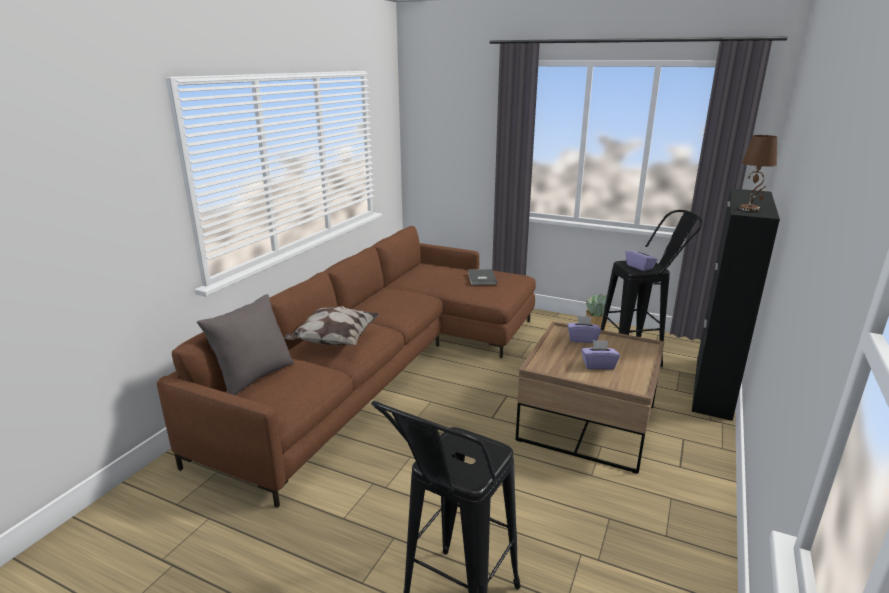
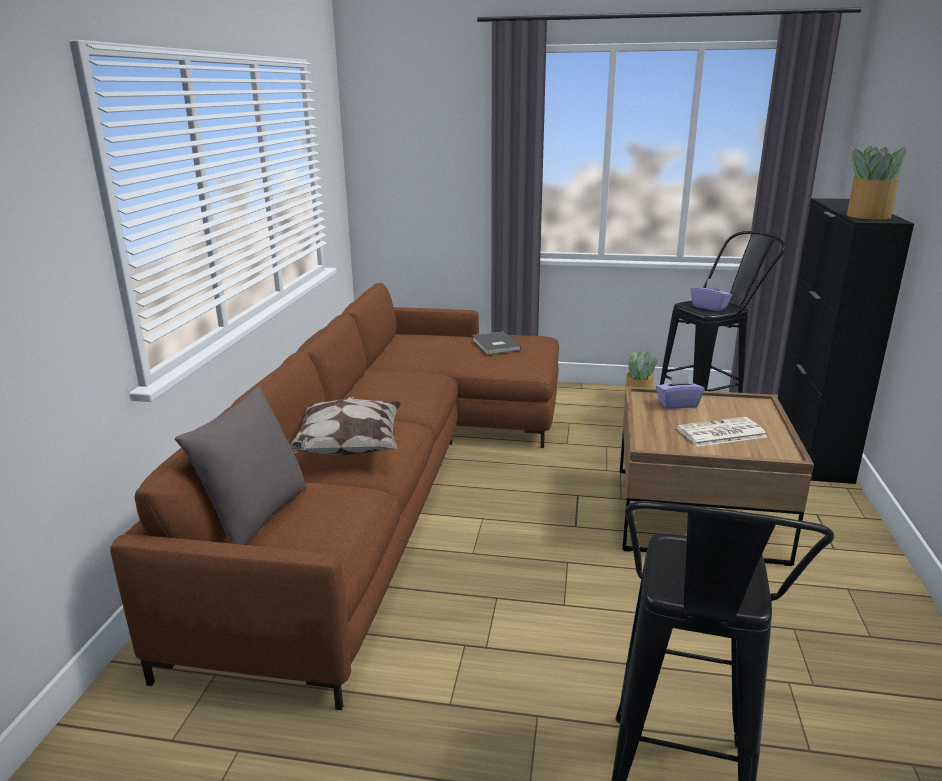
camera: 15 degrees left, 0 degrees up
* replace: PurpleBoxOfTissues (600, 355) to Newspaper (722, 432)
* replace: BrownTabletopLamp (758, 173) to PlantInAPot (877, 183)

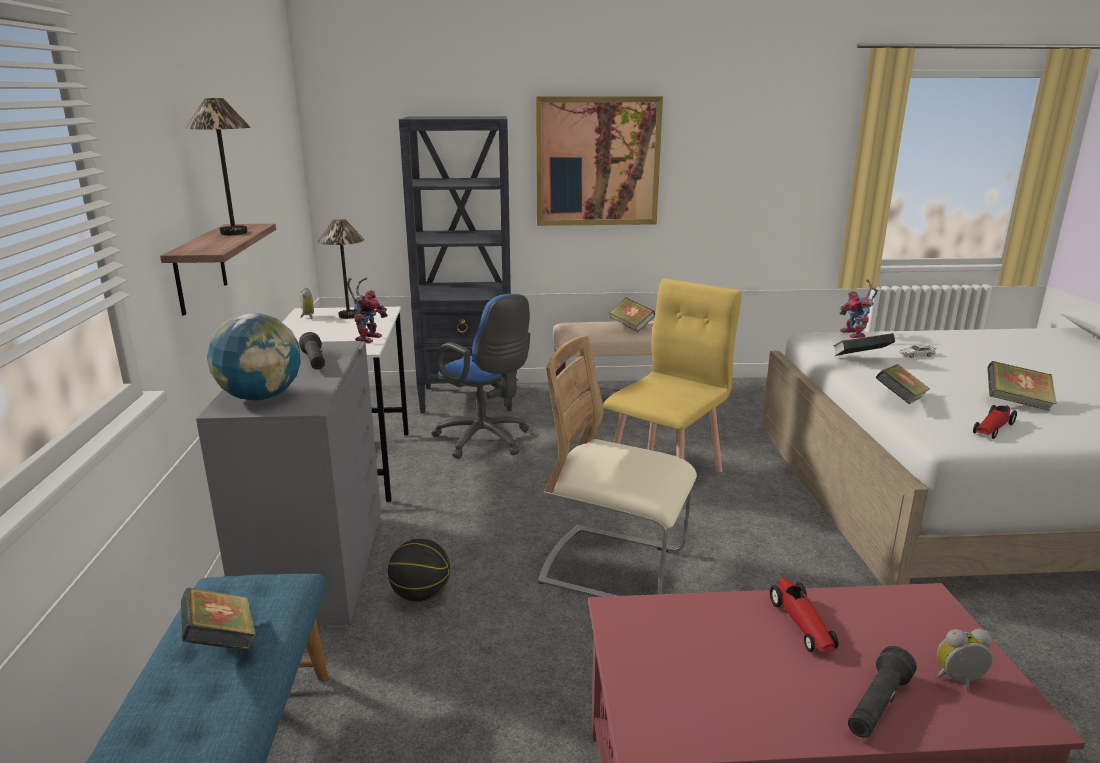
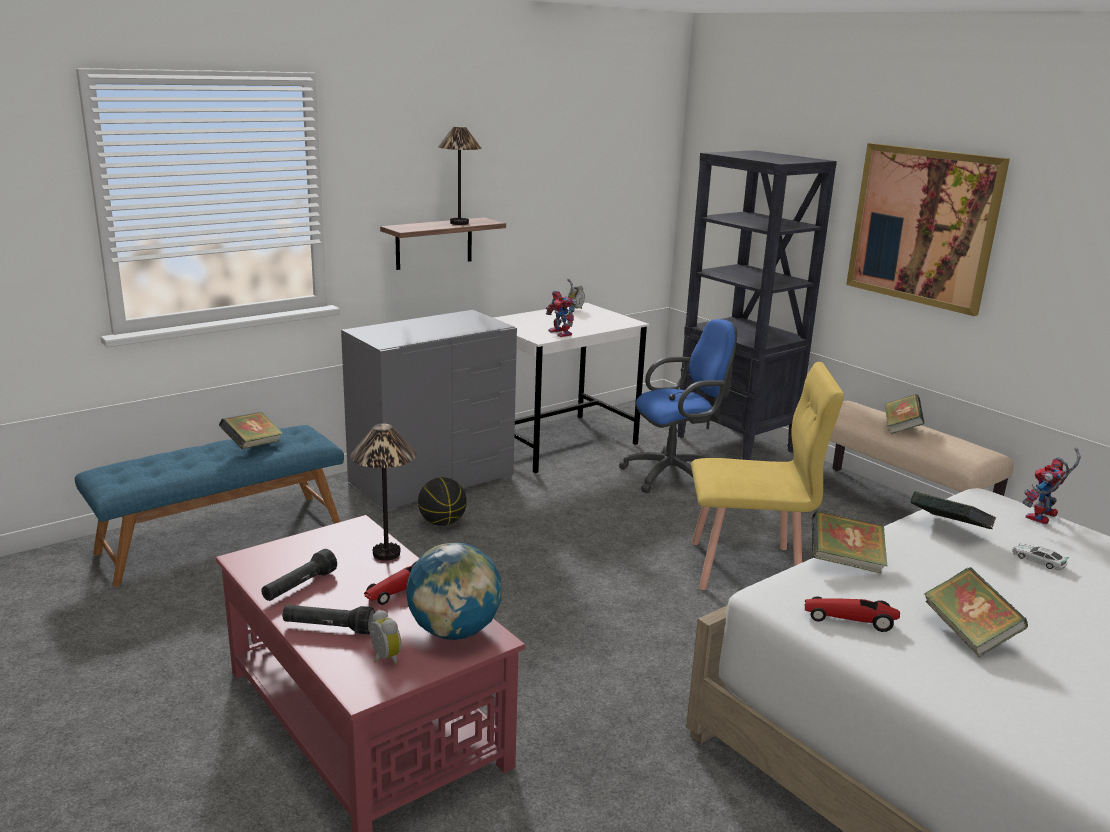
camera: 55 degrees right, 0 degrees up
* move: WorldGlobe (254, 356) to (453, 591)
* move: BlackColouredTorch (312, 351) to (299, 575)
* move: TabletopLamp (341, 269) to (383, 492)
* rotate: ToyRobot (367, 311) = (562, 308) 75 degrees clockwise
* rotate: BluishOfficeChair (481, 376) = (678, 406) 120 degrees counterclockwise
* delete: BeigeChair (617, 466)

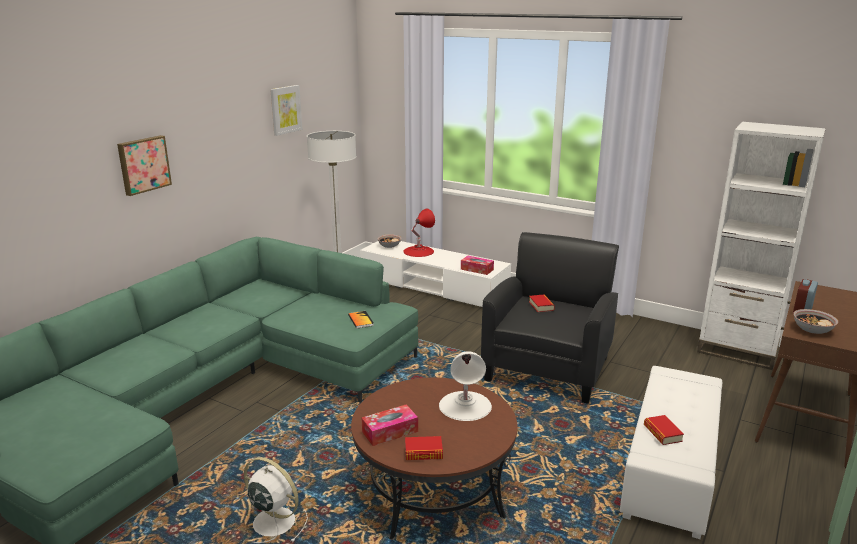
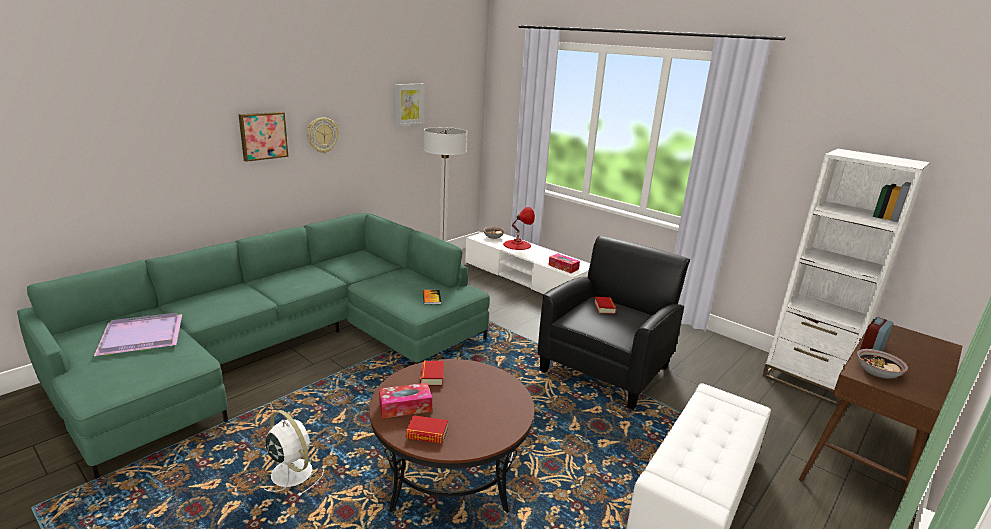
camera: 10 degrees right, 0 degrees up
* delete: WhiteColouredTabletopLamp (465, 386)
* move: BoundBook (664, 430) to (432, 373)
* insert: PurpleCarryingTray (138, 334)
* insert: ClockOnTheWall (323, 135)

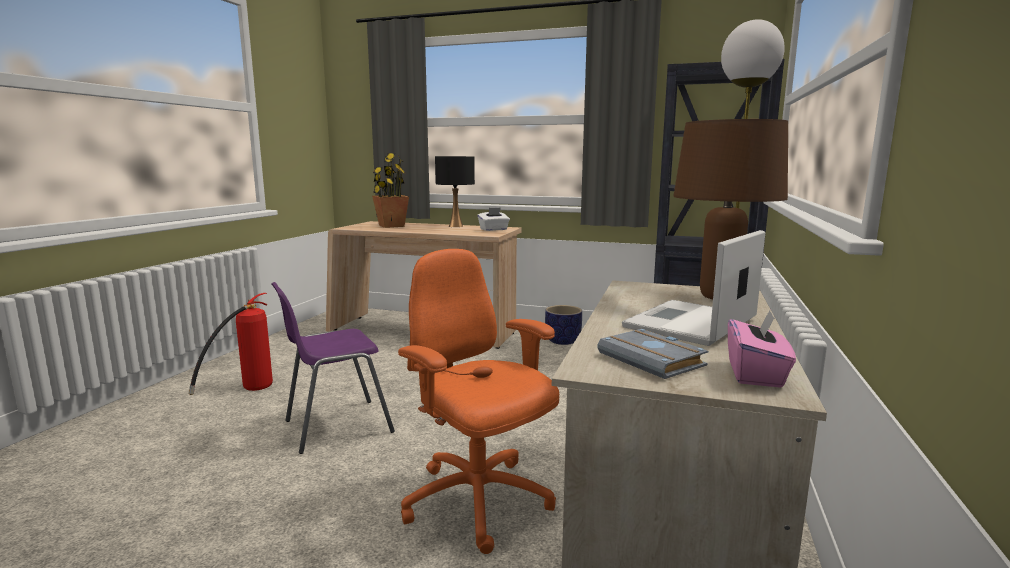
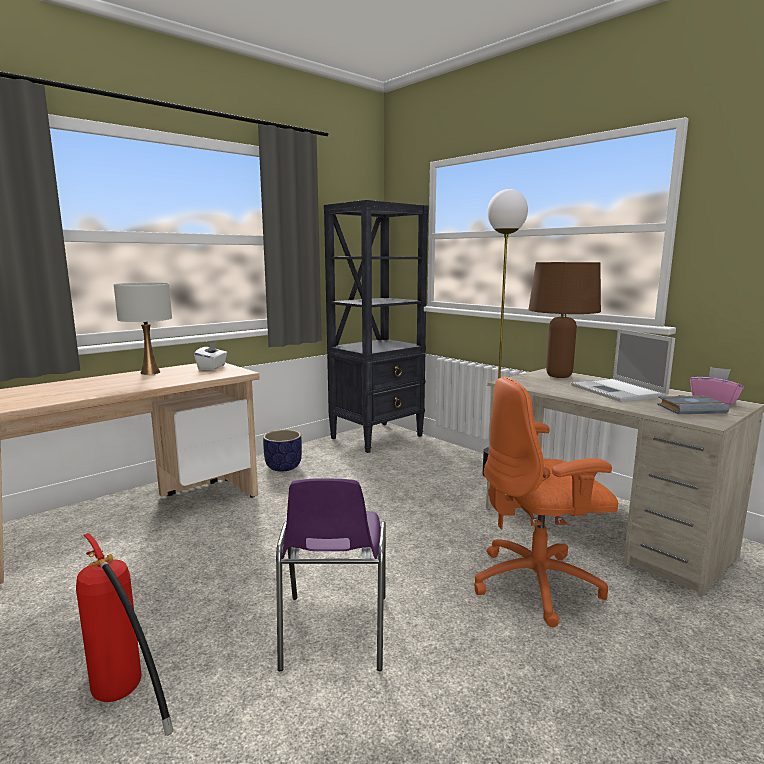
camera: 60 degrees left, 0 degrees up
* delete: PlantInAPot (390, 190)
* recolor: BlackColouredTabletopLamp (455, 191) to WhiteColouredTabletopLamp (143, 329)

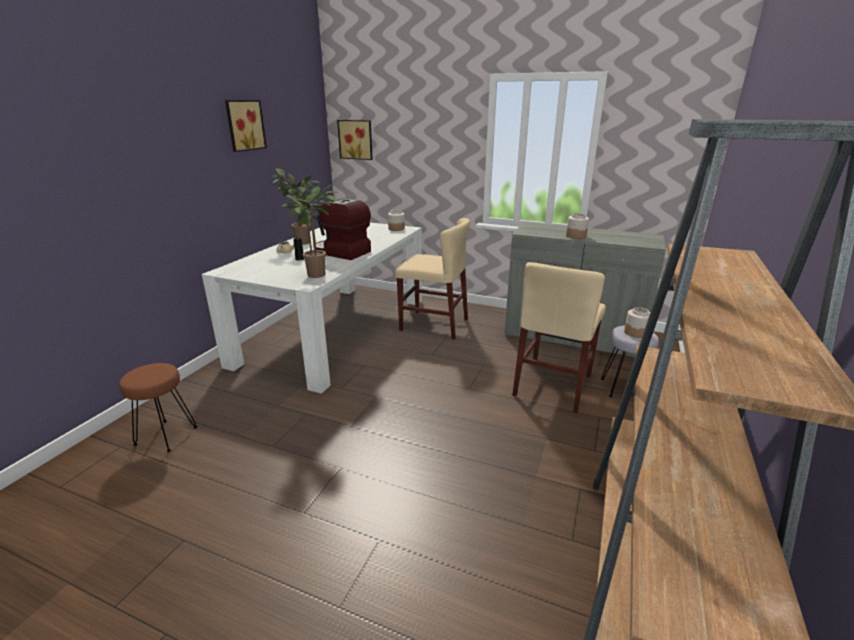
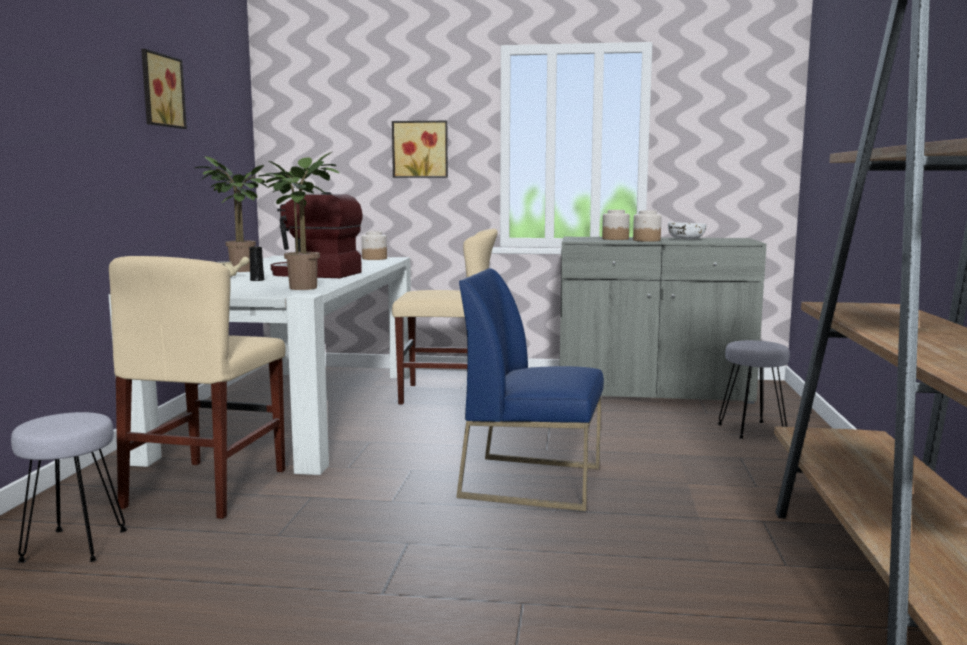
camera: 15 degrees left, 15 degrees down
* recolor: BrownStool (158, 407) to GreyStool (69, 487)
* move: WallArt (355, 140) to (420, 149)
* move: BeigeChair (559, 337) to (197, 387)
* move: Jar (637, 322) to (616, 225)
* insert: BluishChair (530, 389)
* insert: WhiteColouredDeepDish (687, 231)

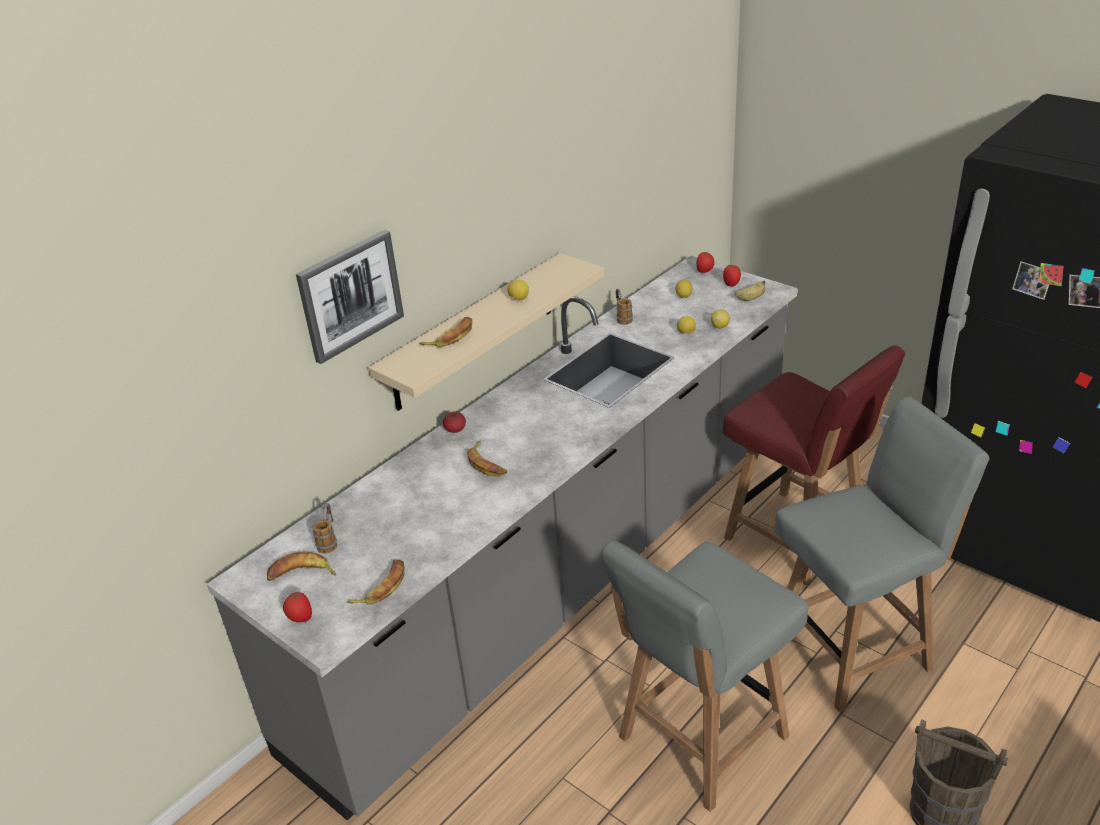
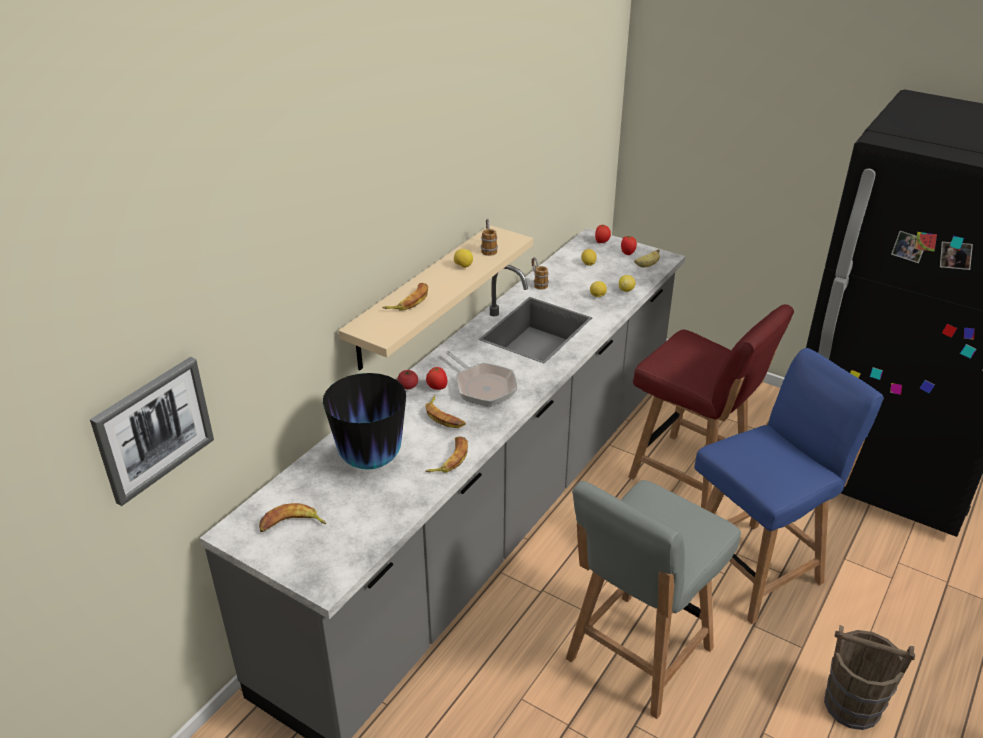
camera: 10 degrees left, 0 degrees up
* move: Tomato (297, 607) to (436, 378)
* move: WallArt (350, 297) to (152, 431)
* move: Mug (325, 528) to (489, 237)
* move: WholeBanana (375, 581) to (446, 455)
* recolor: GreyChair (882, 554) to BluishChair (789, 486)
* insert: Vase (364, 421)
* insert: Skillet (481, 379)

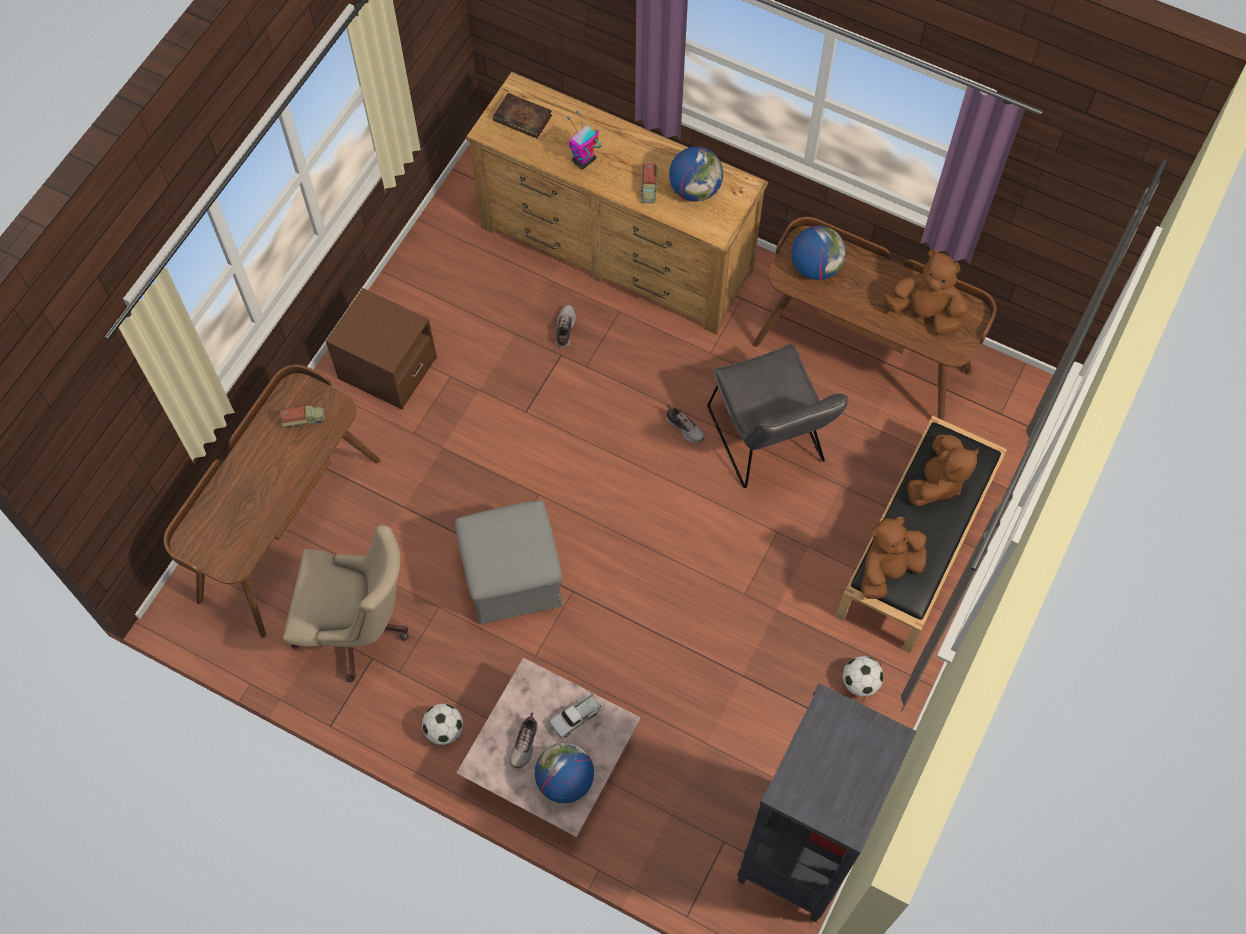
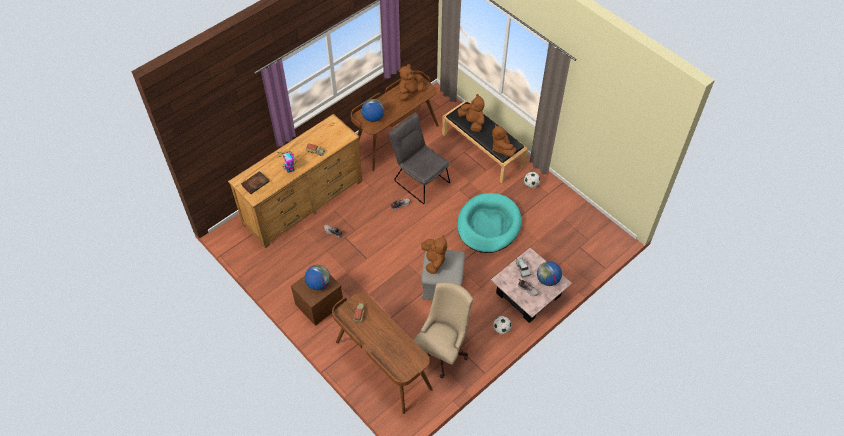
camera: 70 degrees left, 10 degrees down
* move: WorldGlobe (696, 174) to (317, 277)
* rotate: GreyChair (778, 416) = (419, 158) 135 degrees counterclockwise
* delete: BlackColouredBookcase (827, 802)
* insert: BrownPlushToy (434, 254)
* insert: TurquoiseDogBed (489, 223)

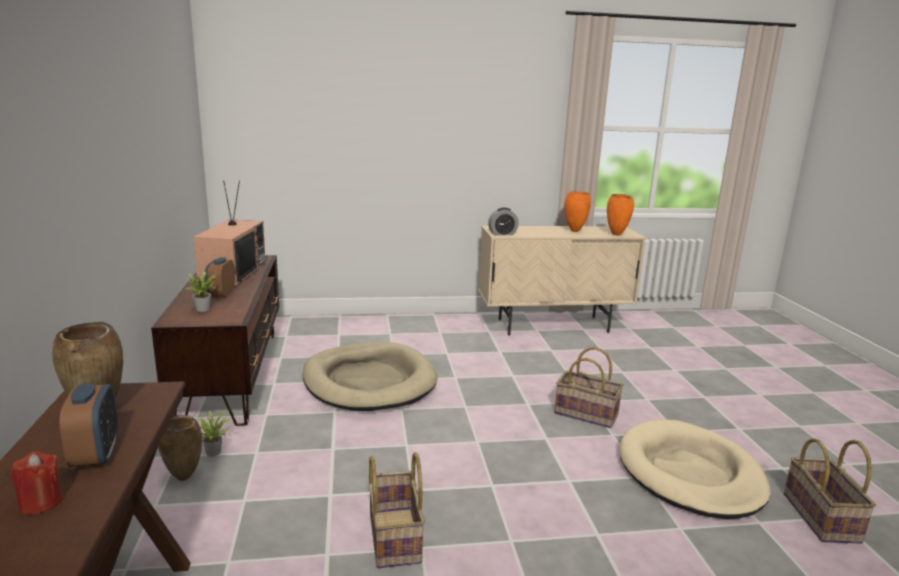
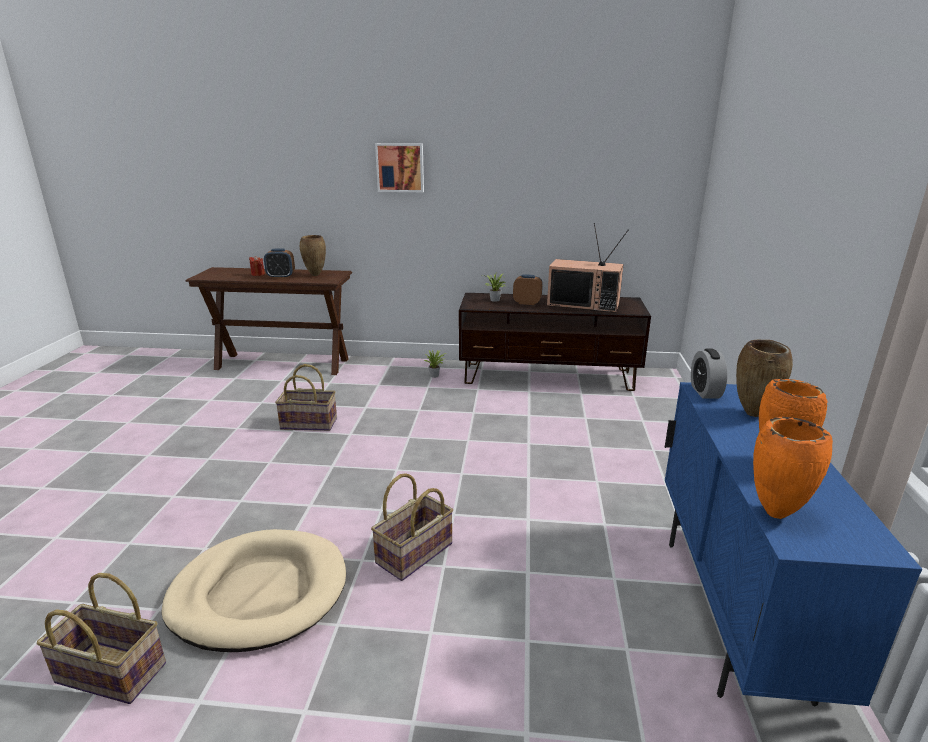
camera: 105 degrees right, 5 degrees up
* move: BrownVase (180, 448) to (764, 378)
* delete: BeigeDogBed (369, 376)
* recolor: BeigeStorageCabinet (562, 281) to BluishStorageCabinet (793, 544)
* insert: WallArt (399, 167)

